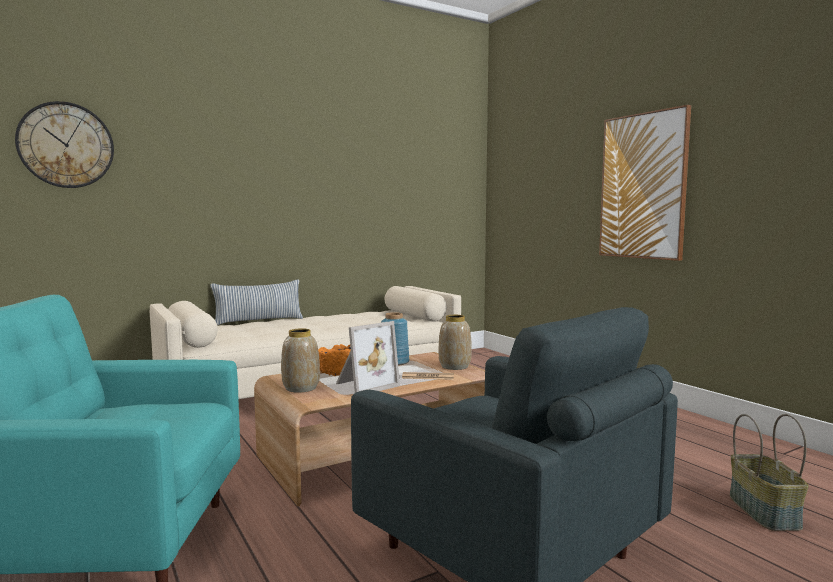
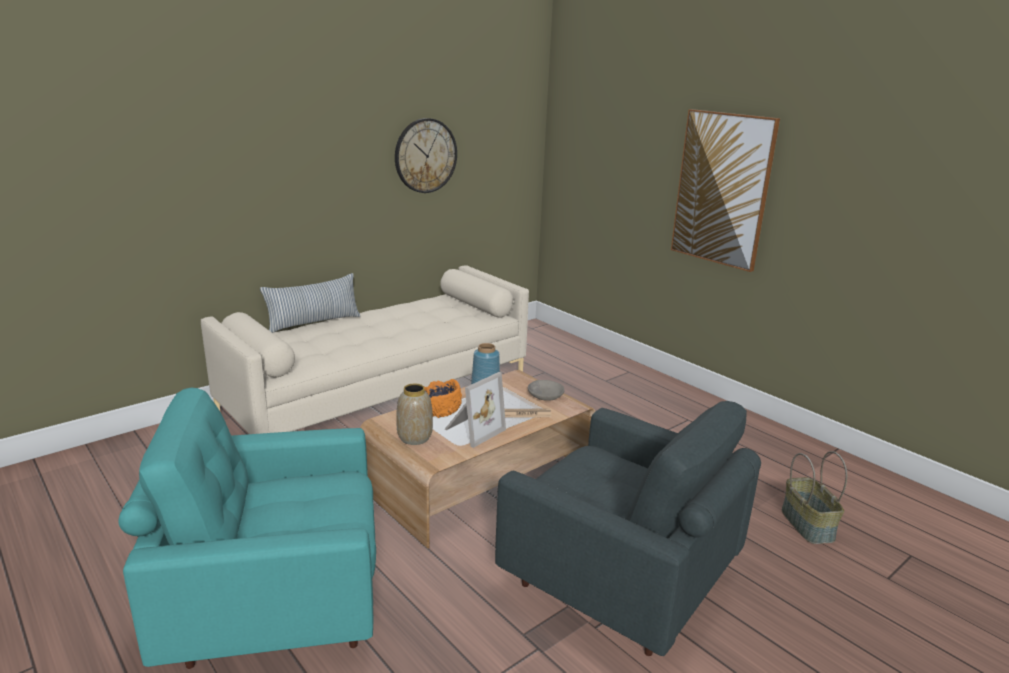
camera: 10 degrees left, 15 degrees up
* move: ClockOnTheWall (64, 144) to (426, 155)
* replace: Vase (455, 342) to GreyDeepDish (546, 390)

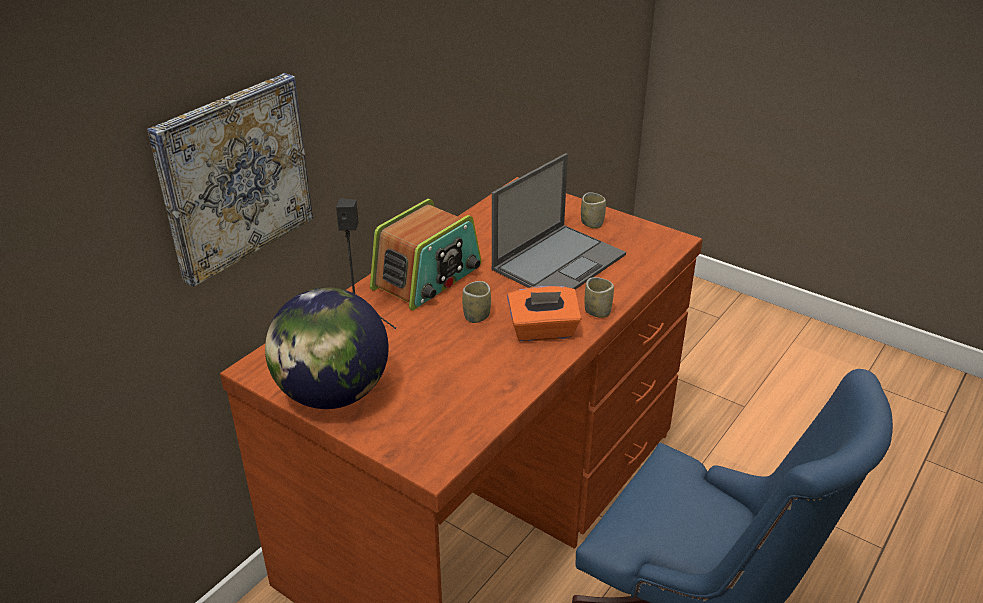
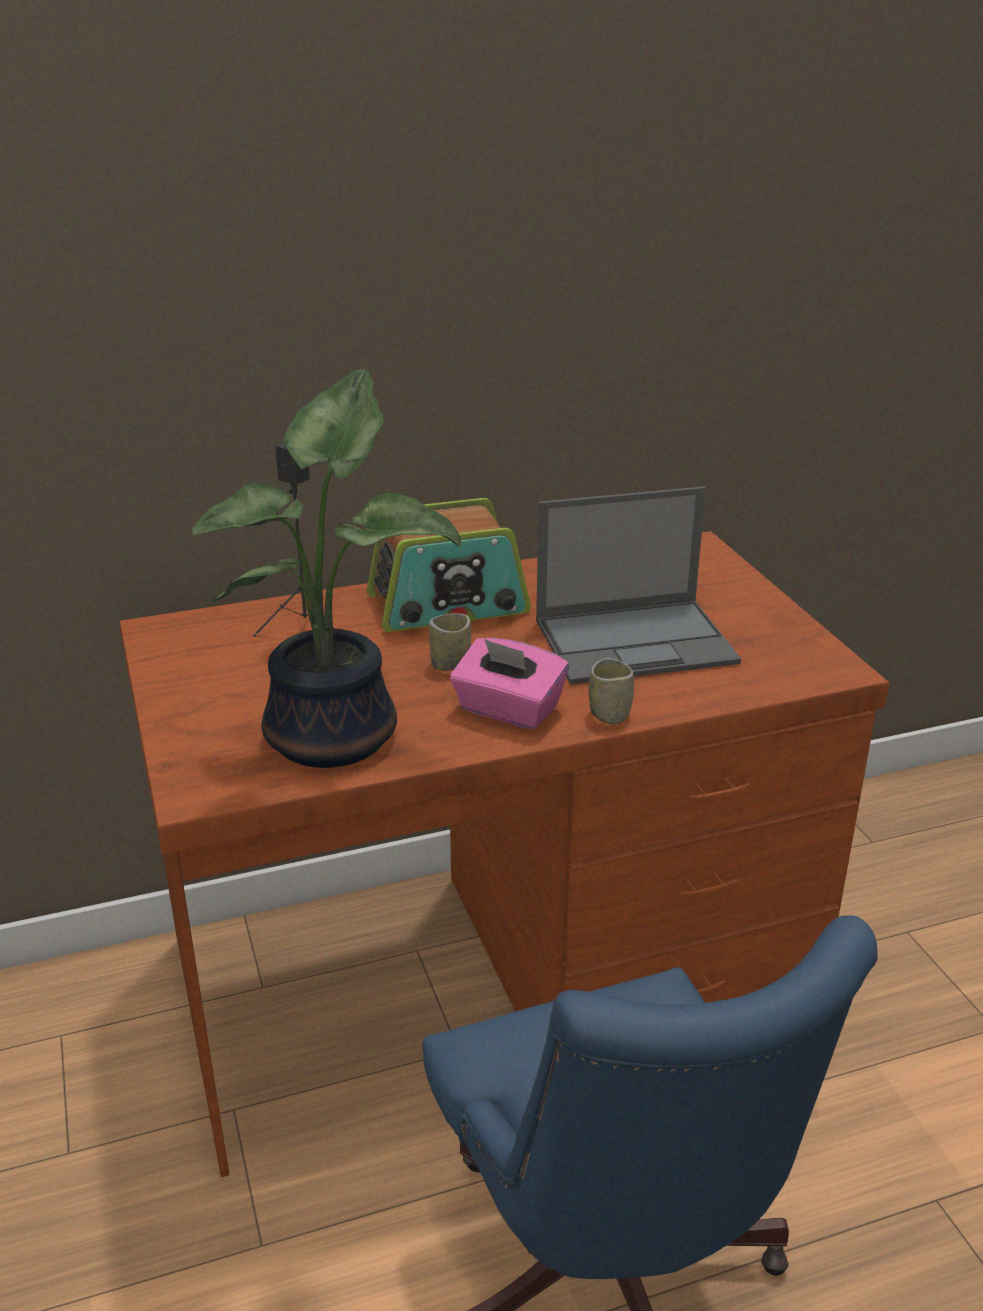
camera: 35 degrees right, 5 degrees down
* delete: WallArt (230, 180)
* delete: WorldGlobe (327, 348)
* recolor: OrangeyBoxOfTissues (544, 314) to PinkBoxOfTissues (509, 684)
* delete: DrinkingCup (593, 210)
* insert: PlantInAPot (326, 568)

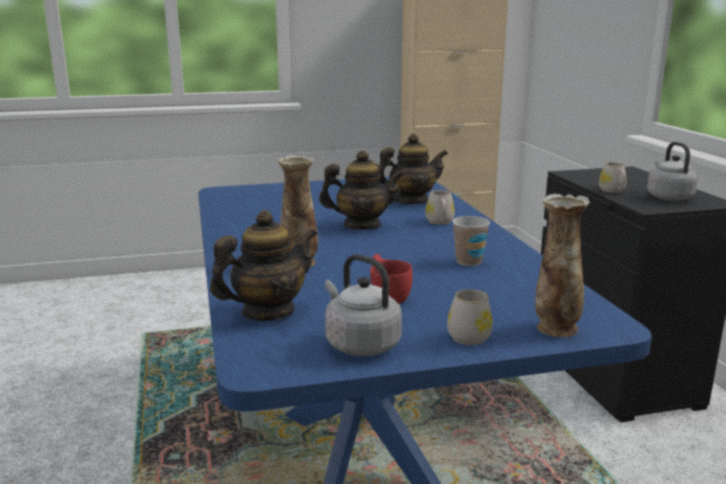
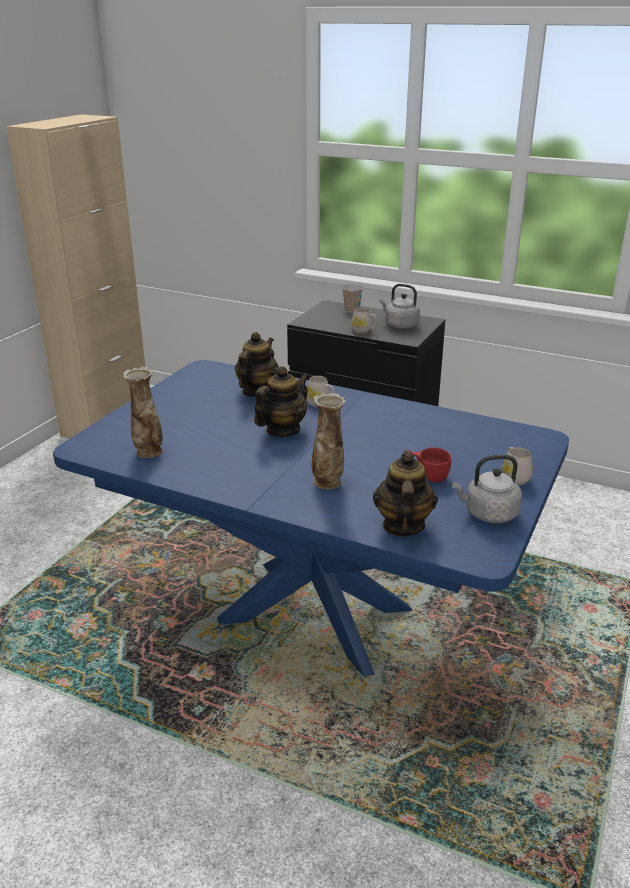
camera: 50 degrees left, 10 degrees up
* move: DrinkingCup (471, 241) to (352, 298)
* move: Vase (562, 265) to (143, 412)

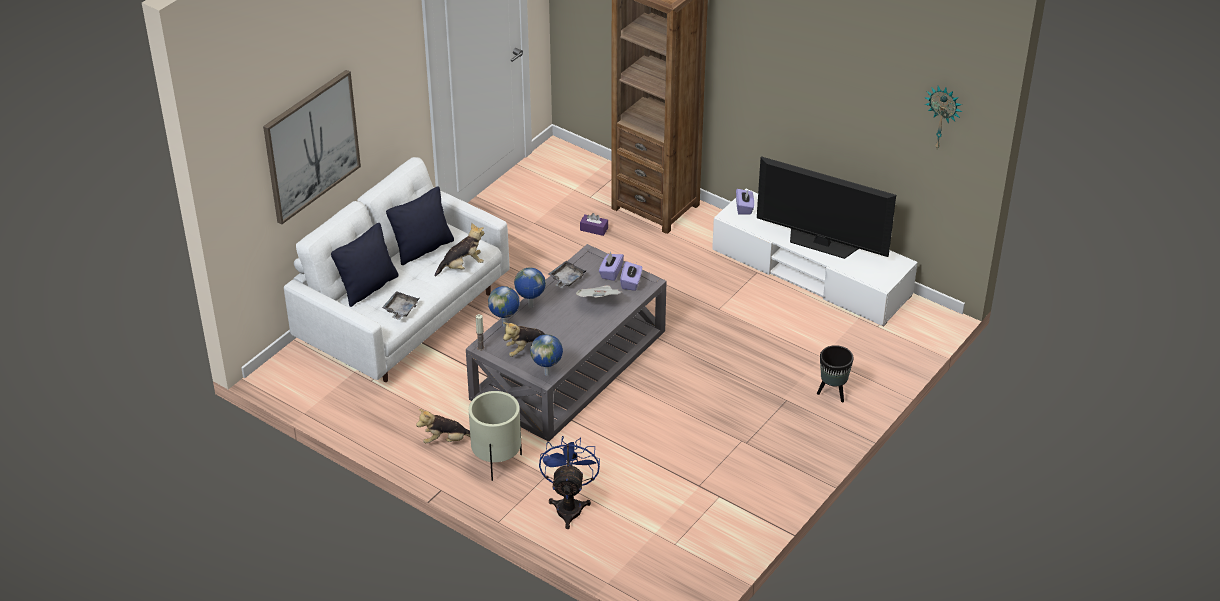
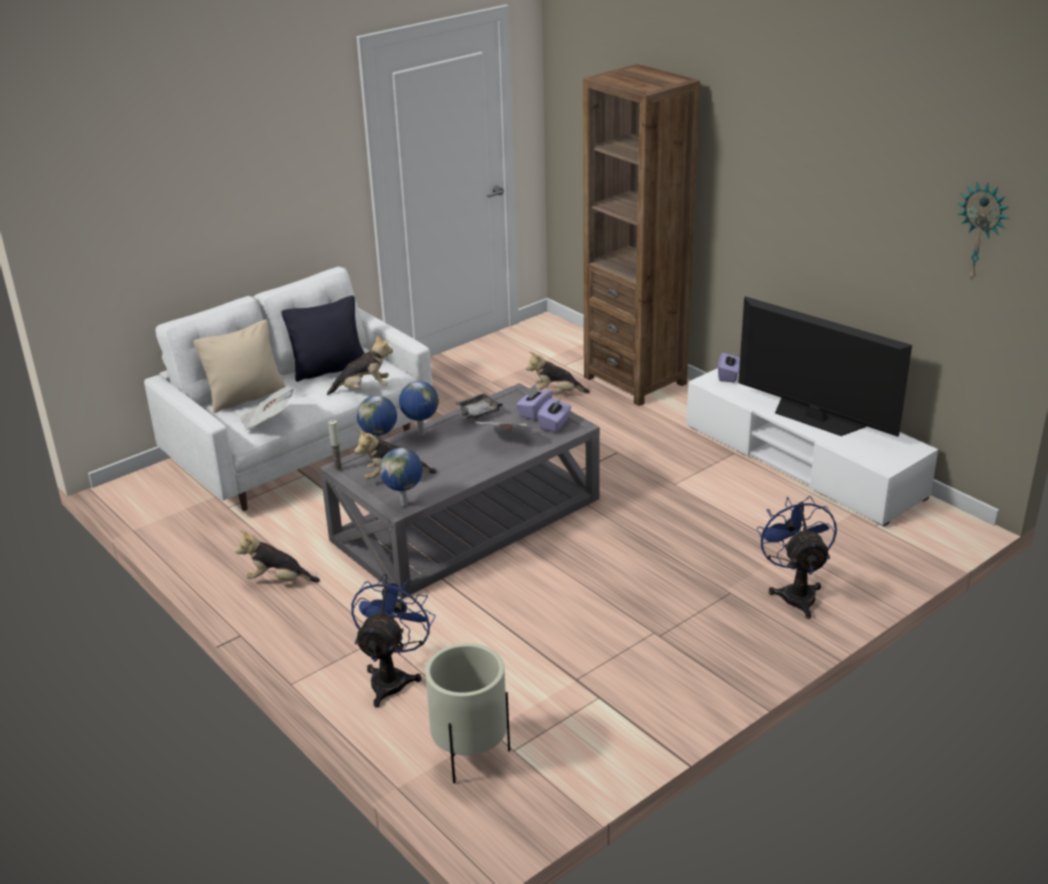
camera: 15 degrees right, 10 degrees down
* delete: WallArt (312, 147)
* recolor: BlackColouredCushion (365, 265) to BeigeCushion (240, 366)
* replace: GreyCarryingTray (401, 305) to Newspaper (268, 408)
* move: BeigeFlowerPot (495, 436) to (467, 713)
* replace: PurpleBoxOfTissues (594, 224) to PlushToy (558, 372)
* replace: BlackColouredFlowerPot (835, 373) to BluishElectricFan (797, 557)

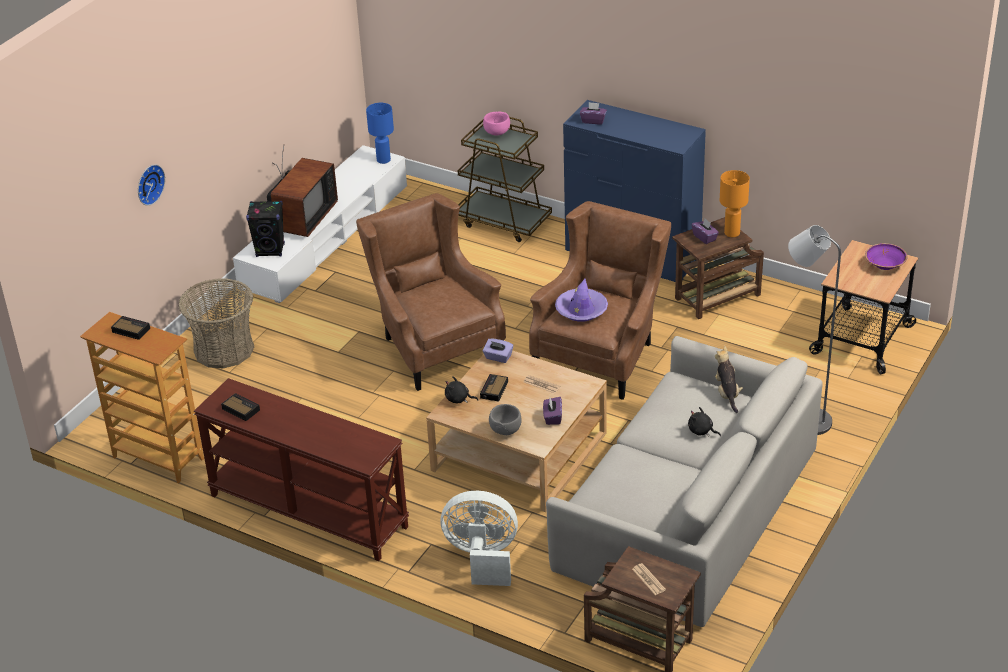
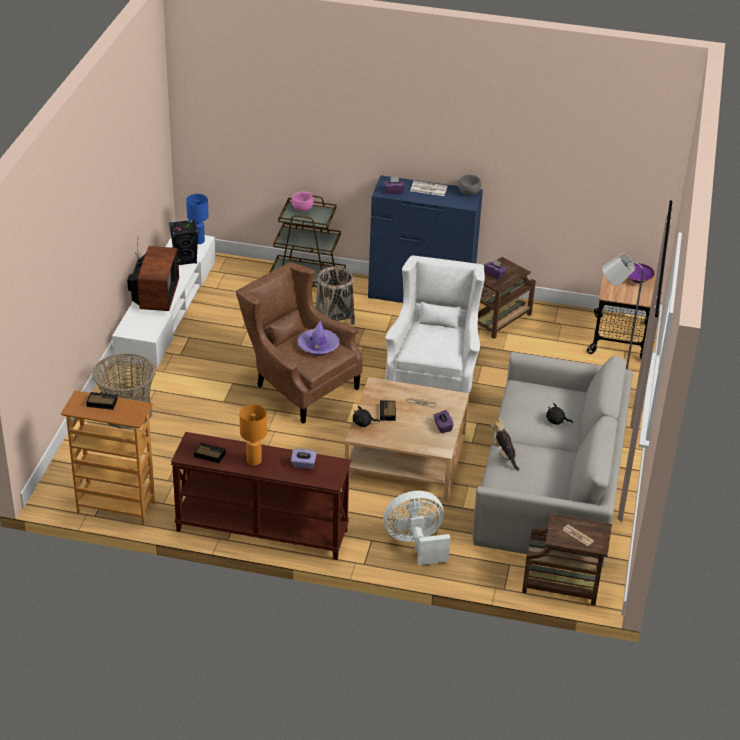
camera: 20 degrees left, 0 degrees up
* delete: ClockOnTheWall (151, 185)
* move: BlackColouredLoudspeaker (265, 229) to (184, 242)
* move: PurpleBoxOfTissues (498, 351) to (304, 459)
* move: GreyDeepDish (505, 419) to (469, 185)
* recolor: BrownArmchair (600, 300) to WhiteColouredArmchair (435, 324)
* move: PurpleWearableHat (581, 300) to (318, 337)
* move: PlushToy (729, 379) to (505, 444)
* move: OrangeyTabletopLamp (735, 203) to (253, 435)
* insert: HouseholdBasket (335, 295)
* insert: Newspaper (429, 188)

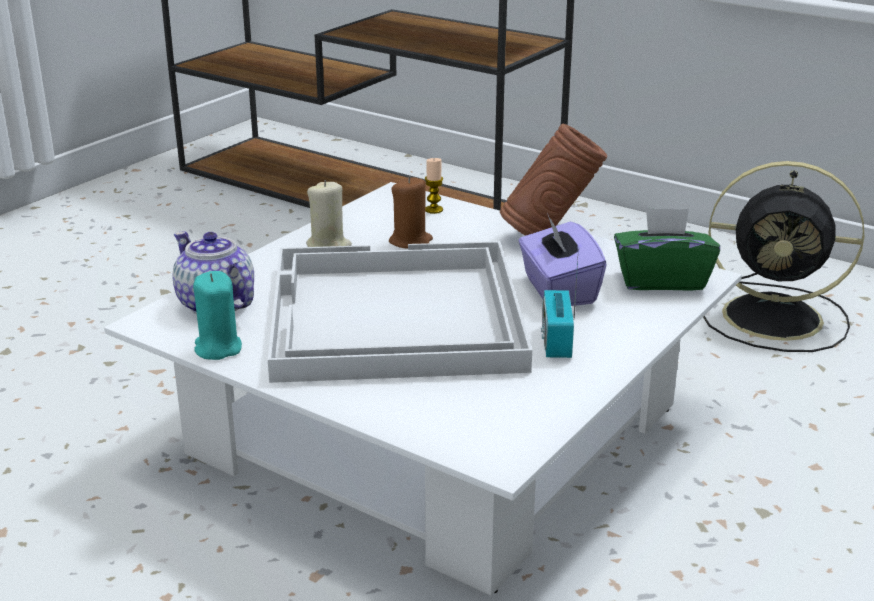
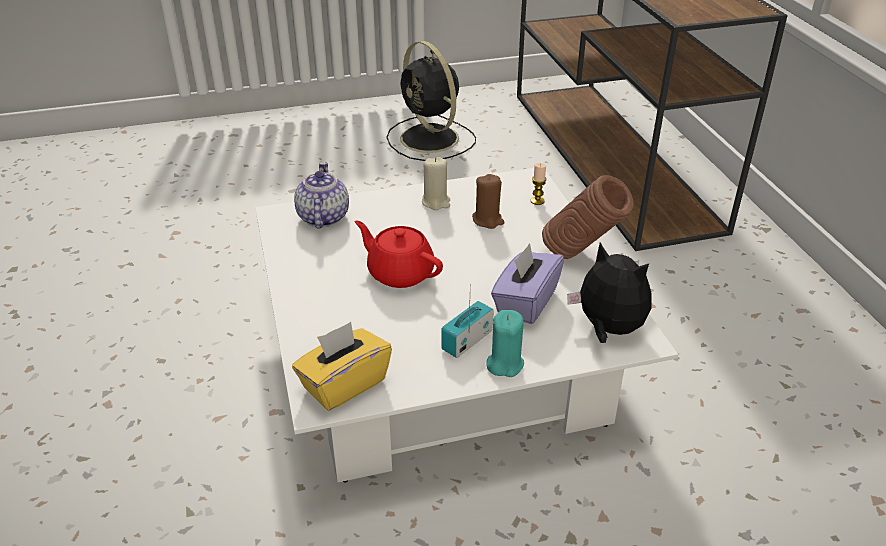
camera: 40 degrees right, 10 degrees up
* move: TurquoiseWaxLight (217, 315) to (505, 343)
* replace: WhiteColouredCarryingTray (400, 312) to RedPotForTea (399, 254)
* replace: GreenishBoxOfTissues (667, 249) to PlushToy (609, 292)
* move: BlackColouredElectricFan (783, 256) to (431, 101)
* insert: YellowColouredBoxOfTissues (342, 366)

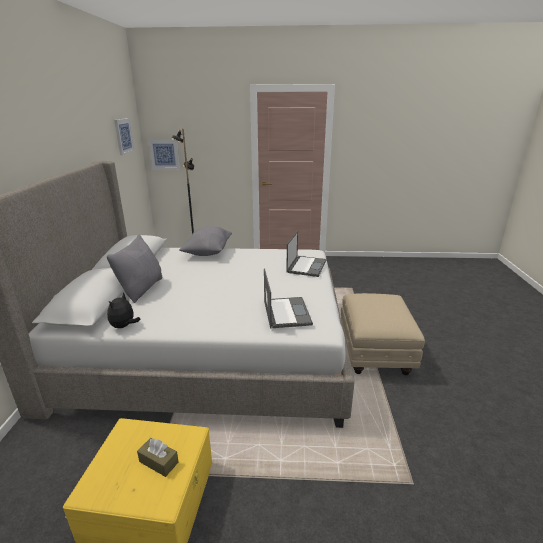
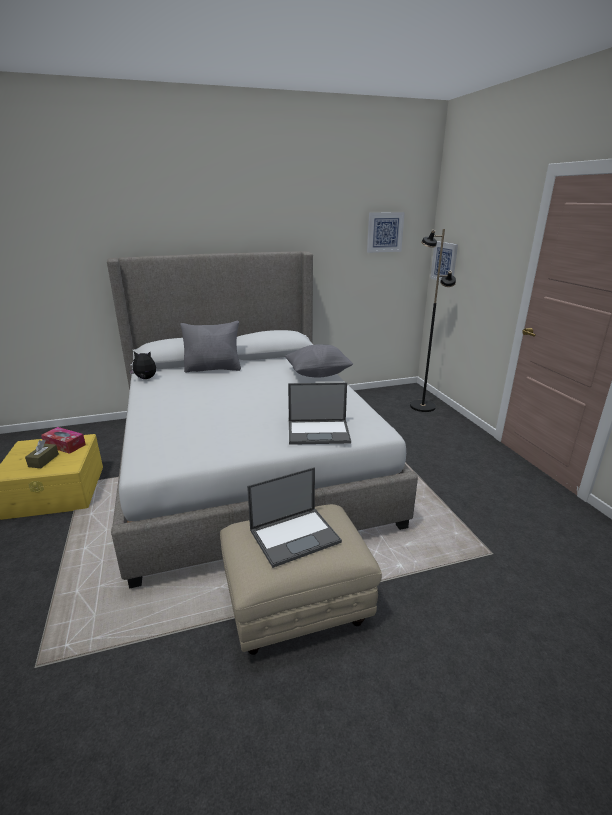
camera: 70 degrees right, 0 degrees up
* move: NotebookComputer (288, 298) to (294, 517)
* insert: BoxOfTissues (63, 440)

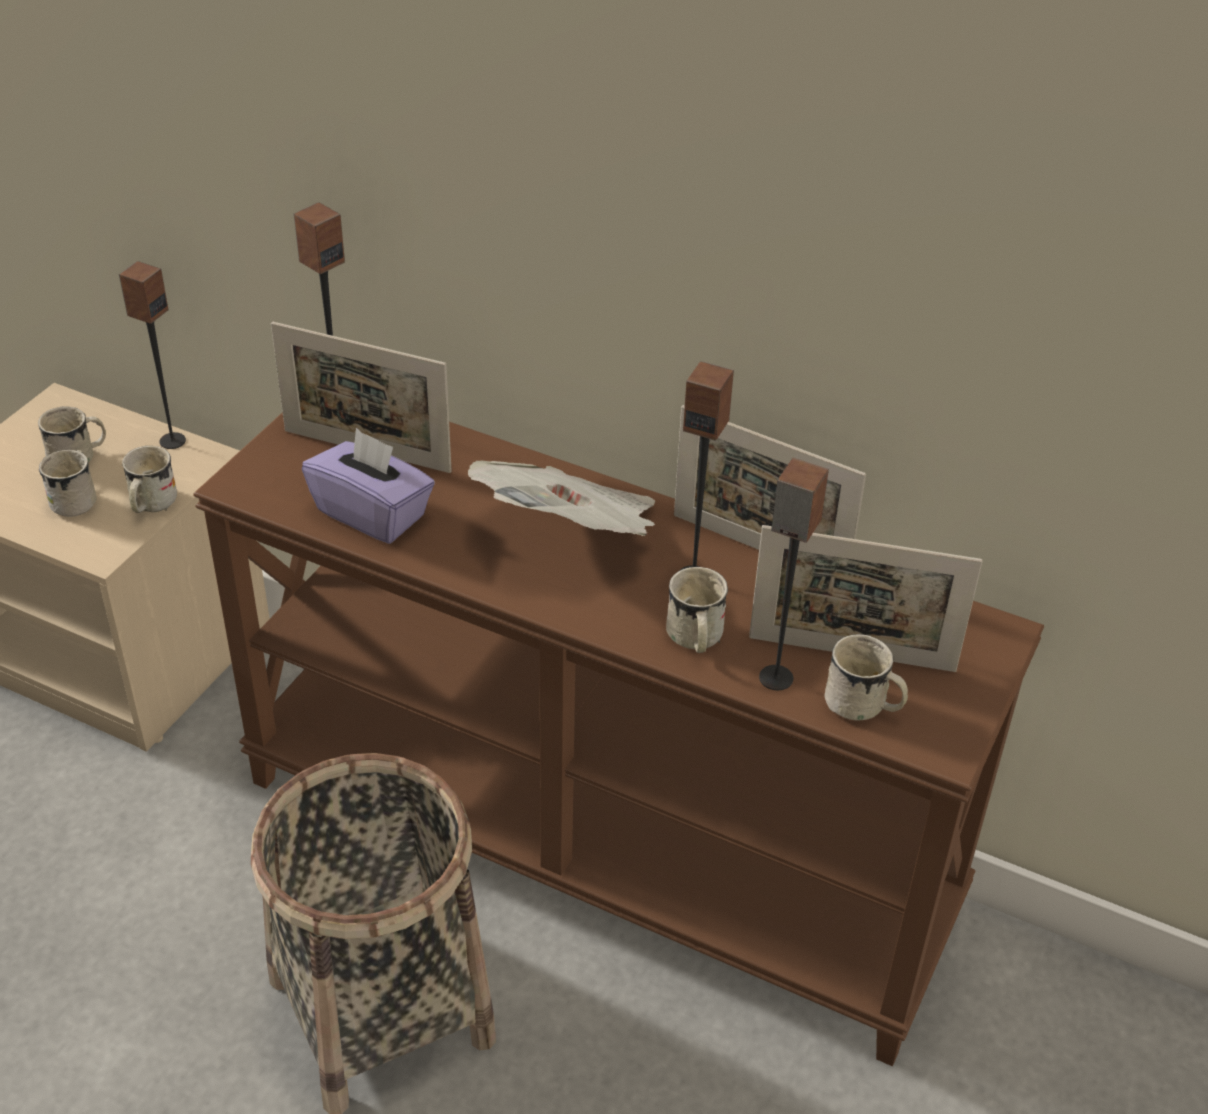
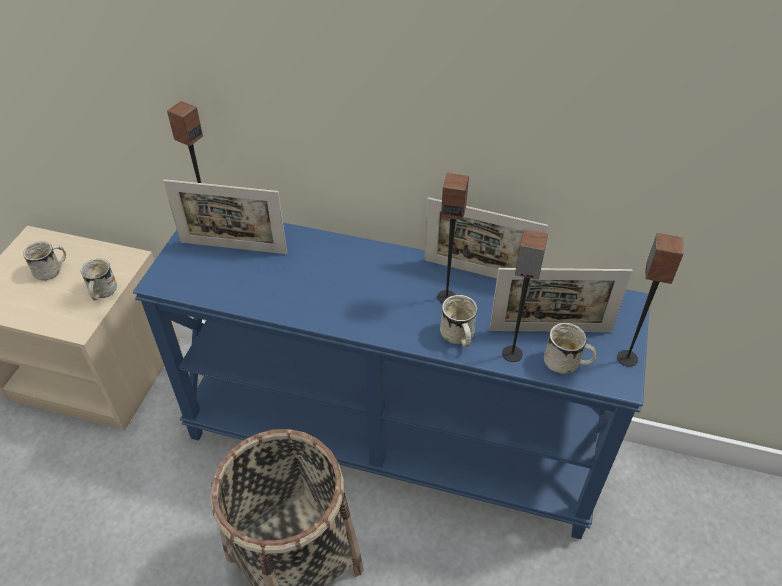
camera: 10 degrees left, 5 degrees up
* delete: WhiteColouredMug (68, 483)
* move: Loudspeaker (152, 355) to (650, 300)
* recolor: BrownConsoleTable (618, 739) to BluishConsoleTable (391, 381)
* delete: PurpleBoxOfTissues (368, 486)
* delete: Newspaper (562, 498)

